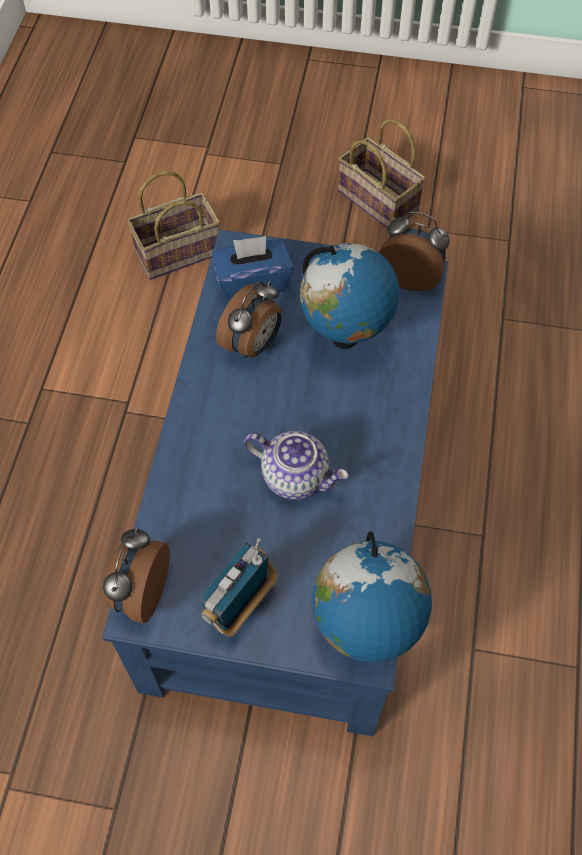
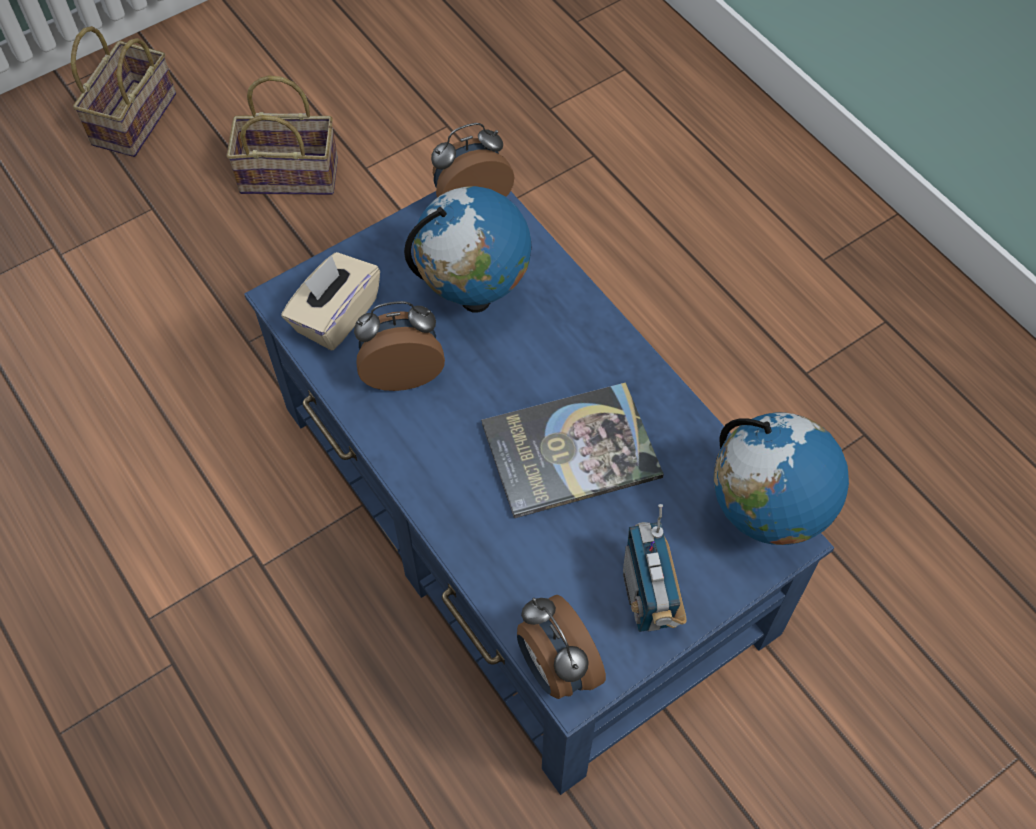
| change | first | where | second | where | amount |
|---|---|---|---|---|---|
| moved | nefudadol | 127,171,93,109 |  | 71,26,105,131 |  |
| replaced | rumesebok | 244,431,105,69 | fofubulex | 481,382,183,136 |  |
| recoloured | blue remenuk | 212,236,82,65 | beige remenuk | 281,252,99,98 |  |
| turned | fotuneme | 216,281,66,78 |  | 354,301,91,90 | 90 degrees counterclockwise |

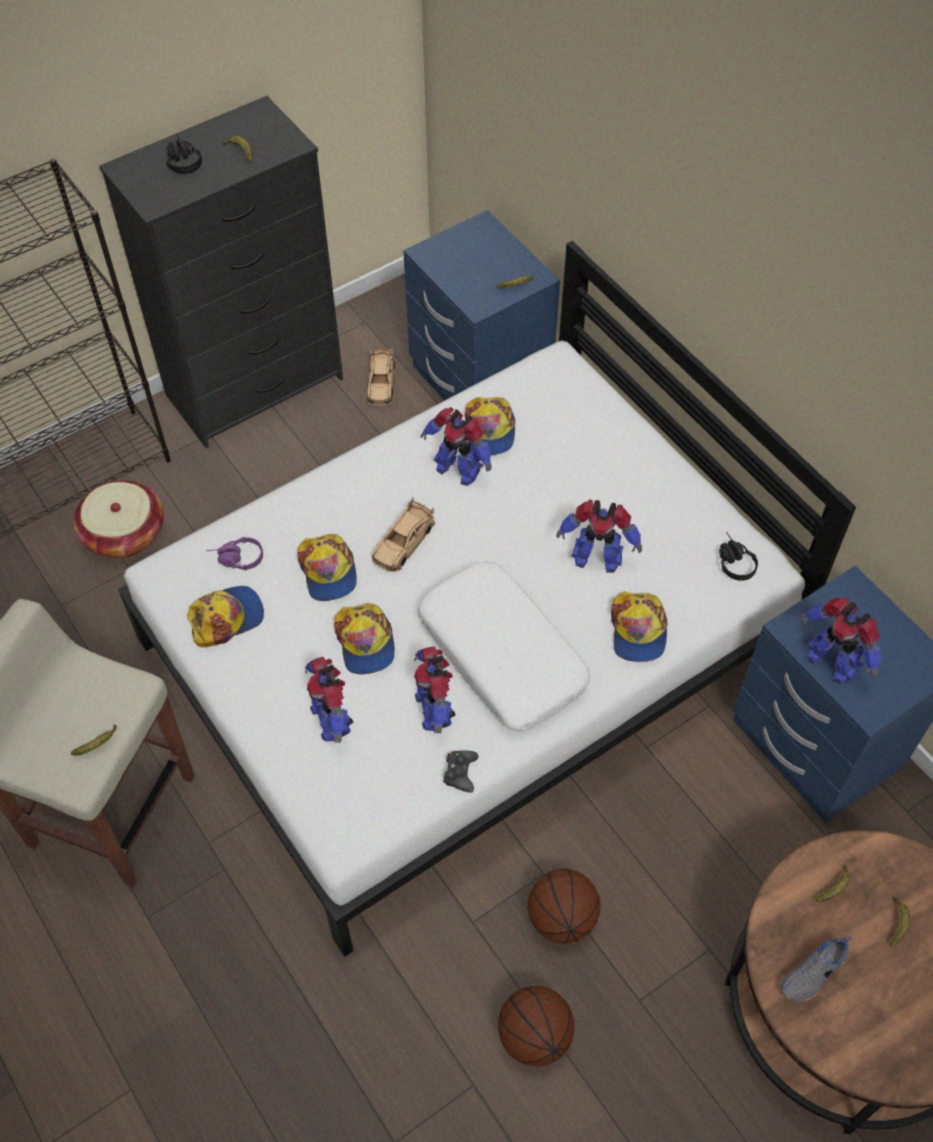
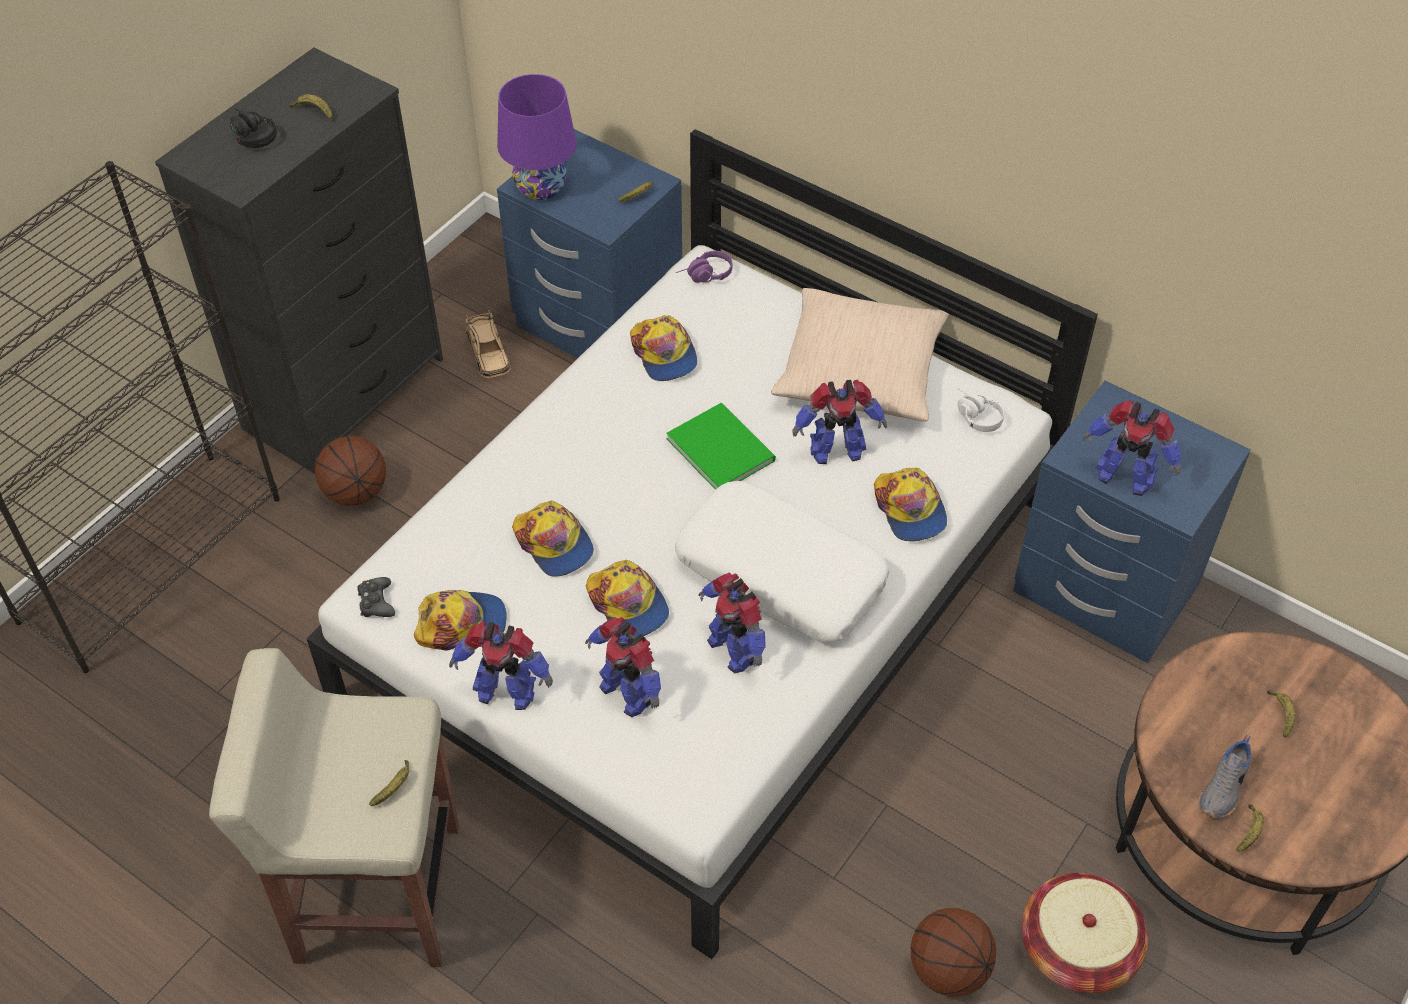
| change | first | where | second | where | amount |
|---|---|---|---|---|---|
| removed | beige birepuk | 372,498,64,74 |  |  |  |
| added |  |  | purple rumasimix | 497,74,80,126 |  |
| added |  |  | green fofubulex | 666,403,110,87 |  |
| added |  |  | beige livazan | 771,288,178,134 |  |
| moved | nefudadol | 73,480,91,78 |  | 1022,873,126,120 |  |
| moved | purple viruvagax | 206,537,57,33 |  | 676,251,57,32 |  |
| moved | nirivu | 420,407,72,79 |  | 449,621,104,89 |  |
| moved | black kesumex | 443,750,35,43 |  | 358,577,37,40 |  |
| moved | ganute | 528,869,73,75 |  | 315,436,71,70 |  |
| moved | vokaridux | 815,865,36,37 |  | 1237,804,27,48 |  |
| recoloured | black viruvagax | 719,532,39,49 | white viruvagax | 957,388,47,44 |  |
| turned | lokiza | 187,586,77,61 |  | 414,590,93,61 | 45 degrees clockwise |

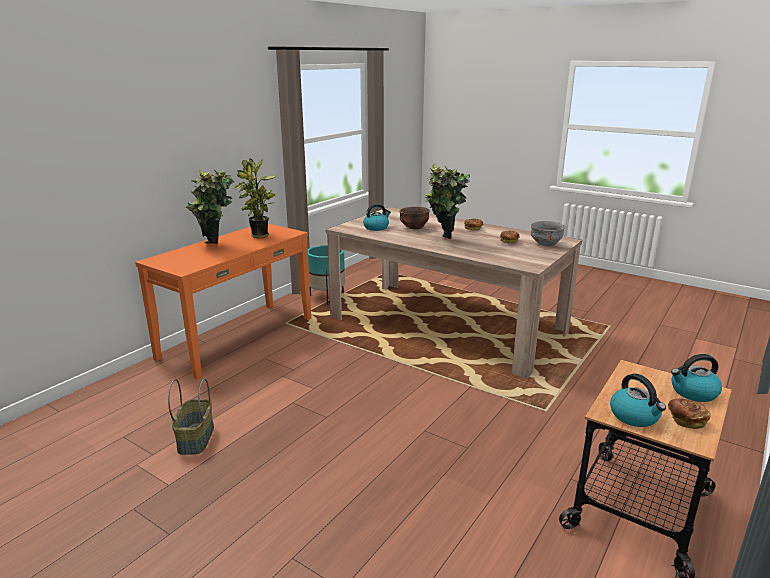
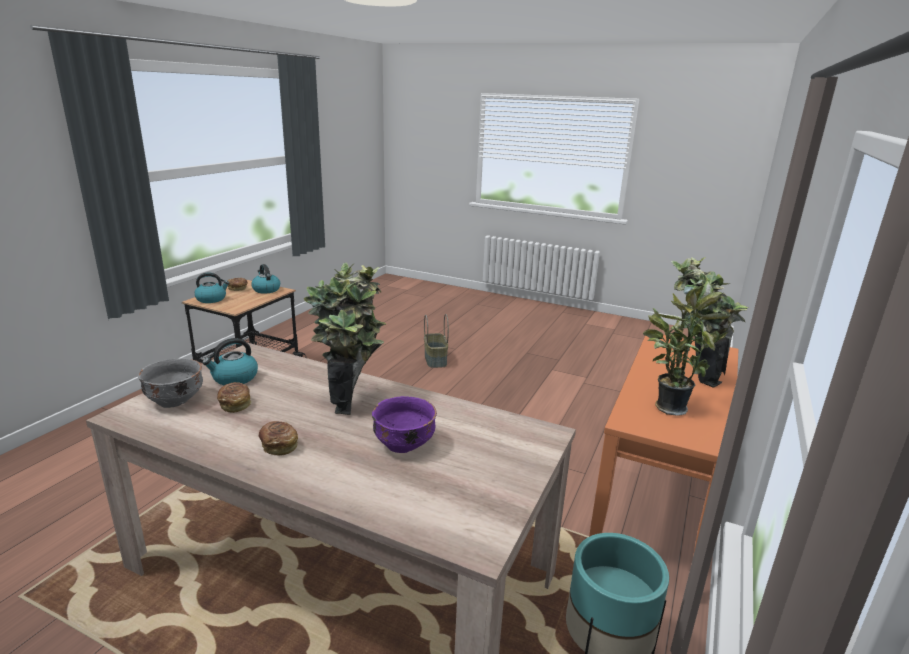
| change | first | where | second | where | amount |
|---|---|---|---|---|---|
| moved | nefudadol | 168,379,46,76 |  | 424,314,25,54 |  |
| moved | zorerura | 363,204,28,27 |  | 202,338,56,47 |  |
| recoloured | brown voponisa | 399,207,31,22 | purple voponisa | 372,396,65,57 |  |

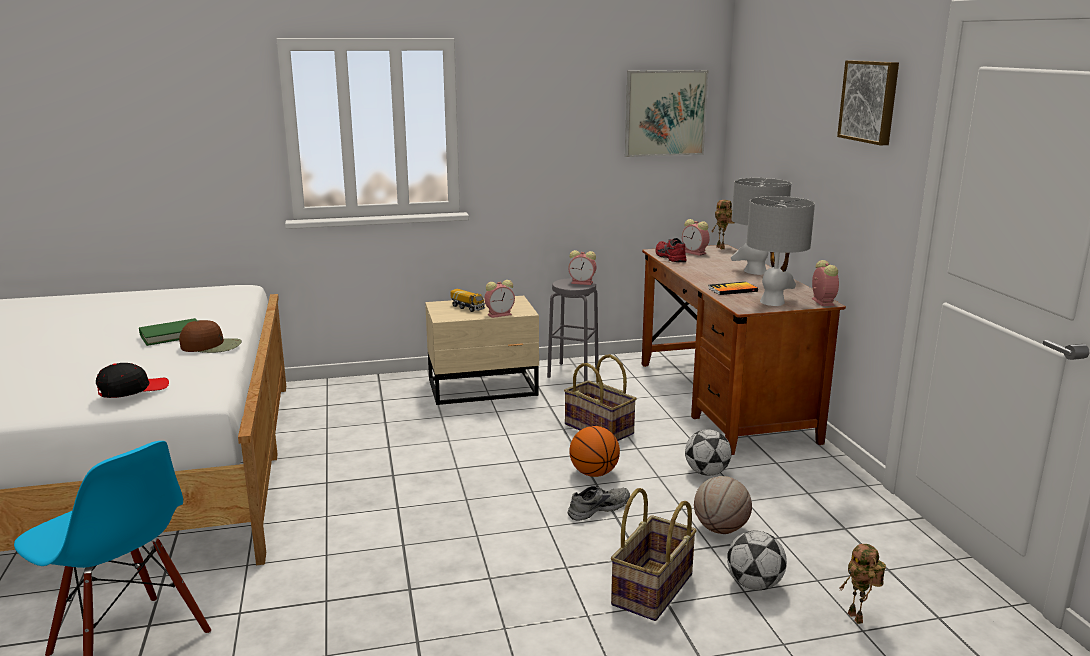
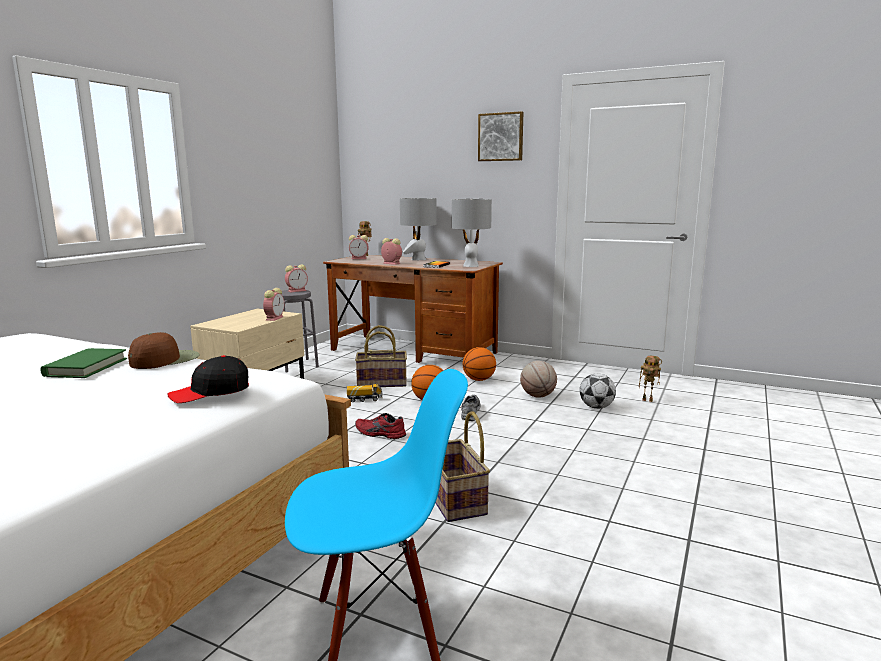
| change | first | where | second | where | amount |
|---|---|---|---|---|---|
| removed | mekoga | 625,70,84,87 |  |  |  |
| moved | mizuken | 450,289,35,23 |  | 347,384,36,18 |  |
| moved | nefudadol | 611,488,86,133 |  | 436,411,54,111 |  |
| moved | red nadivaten | 655,238,31,24 |  | 355,413,51,26 |  |
| moved | fotuneme | 812,260,27,46 |  | 381,238,21,27 |  |
| replaced | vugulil | 685,429,47,47 | ganute | 463,347,33,34 |  |
| turned | black lokiza | 96,363,73,35 |  | 168,355,81,48 | 120 degrees counterclockwise |

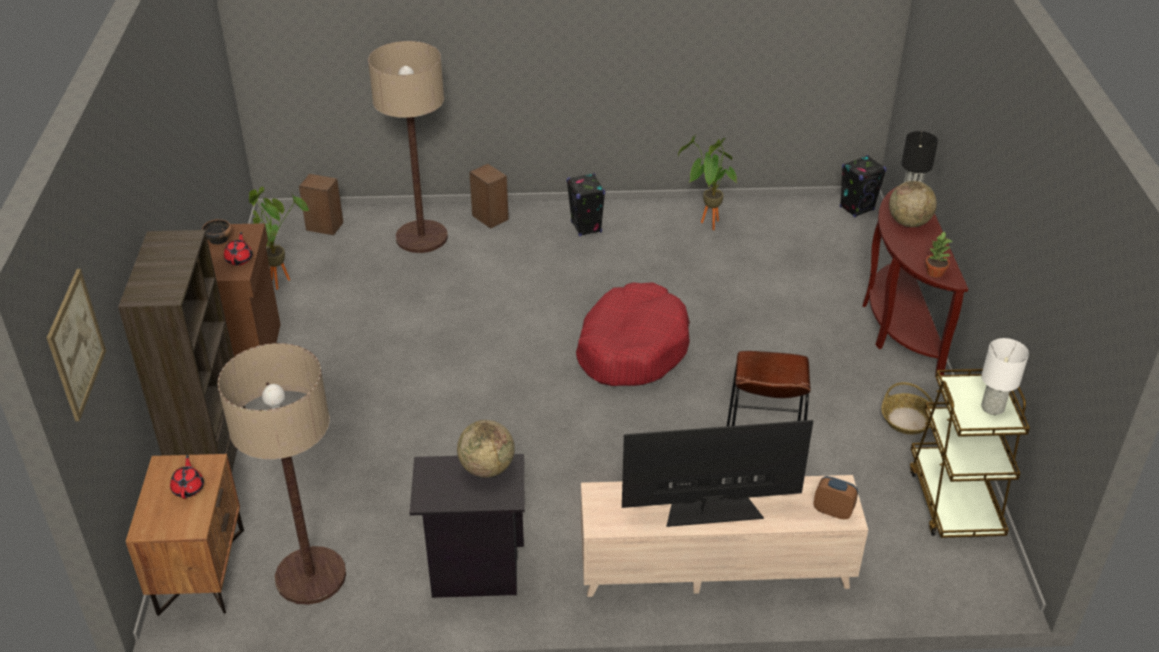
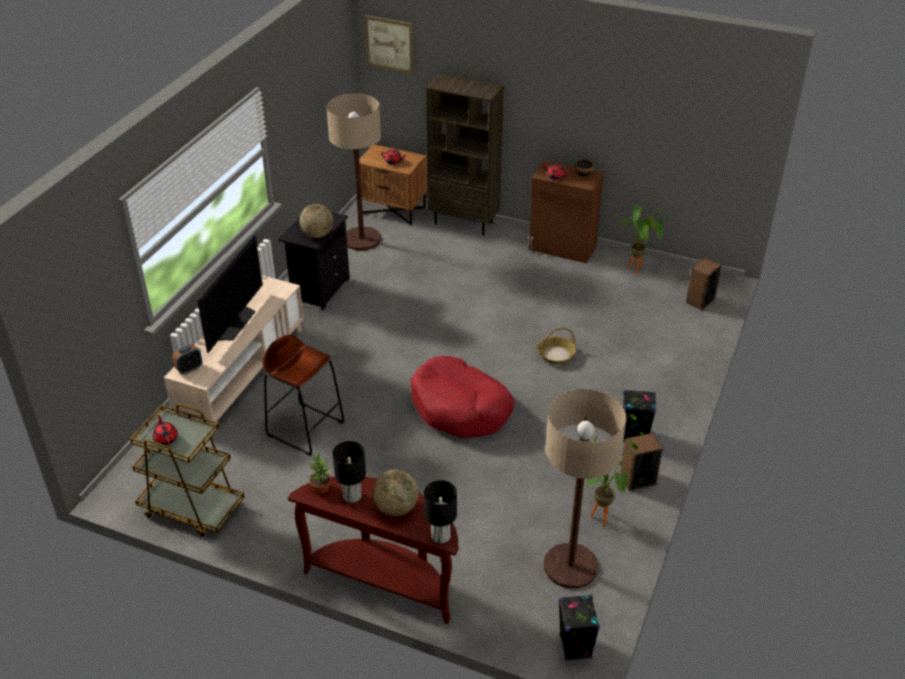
| change | first | where | second | where | amount |
|---|---|---|---|---|---|
| added |  |  | black rumasimix | 332,441,34,62 |  |
| moved | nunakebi | 368,41,80,212 |  | 544,389,83,200 |  |
| moved | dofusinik | 469,164,40,65 |  | 620,433,43,58 |  |
| moved | nefudadol | 881,382,52,52 |  | 537,328,40,36 |  |
| replaced | white rumasimix | 981,338,48,77 | red rumesebok | 153,415,25,30 |  |

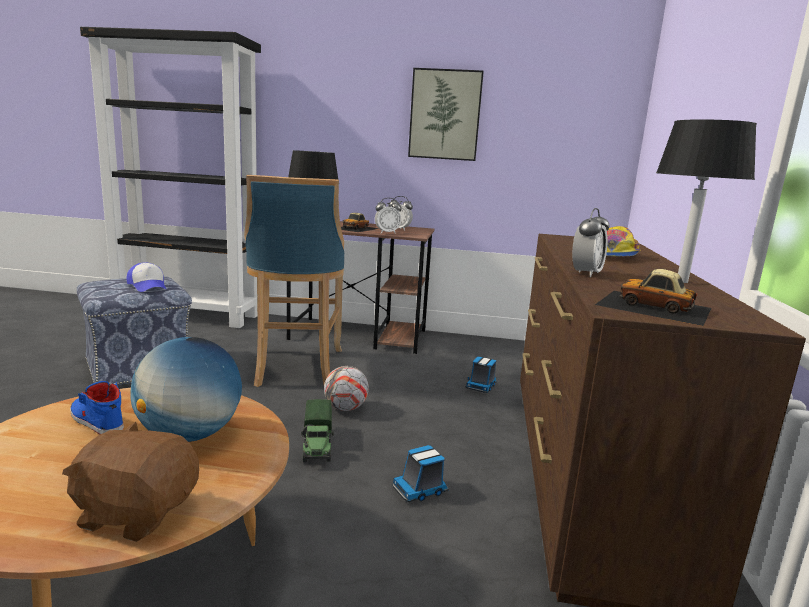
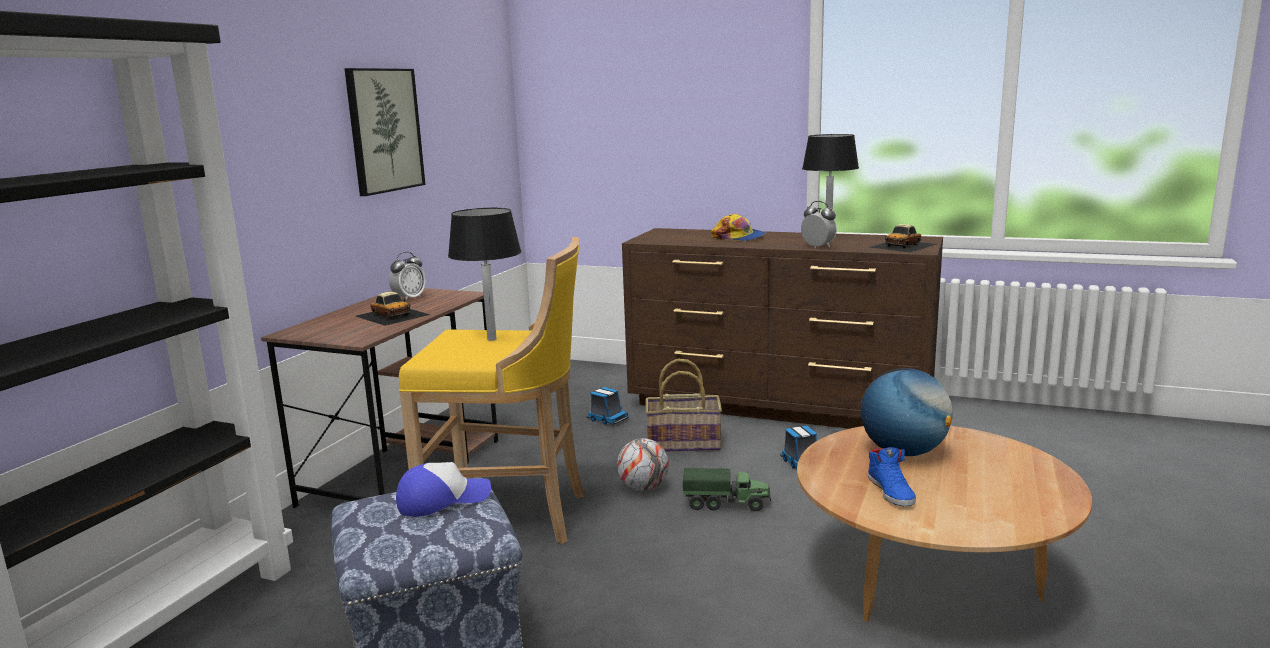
| change | first | where | second | where | amount |
|---|---|---|---|---|---|
| removed | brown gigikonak | 62,421,137,121 |  |  |  |
| removed | fotuneme | 375,198,27,36 |  |  |  |
| added |  |  | nefudadol | 645,359,77,93 |  |
| recoloured | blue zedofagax | 244,175,100,212 | yellow zedofagax | 399,237,186,307 |  |
| turned | blue nadivaten | 70,381,54,53 |  | 868,447,48,59 | 60 degrees counterclockwise |

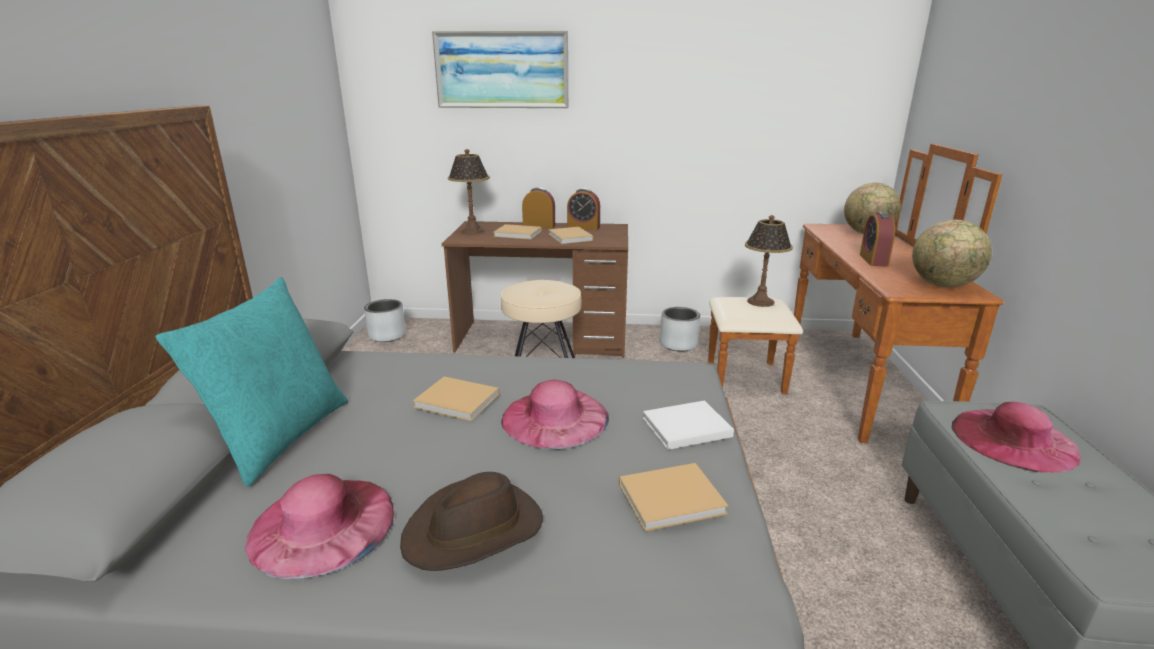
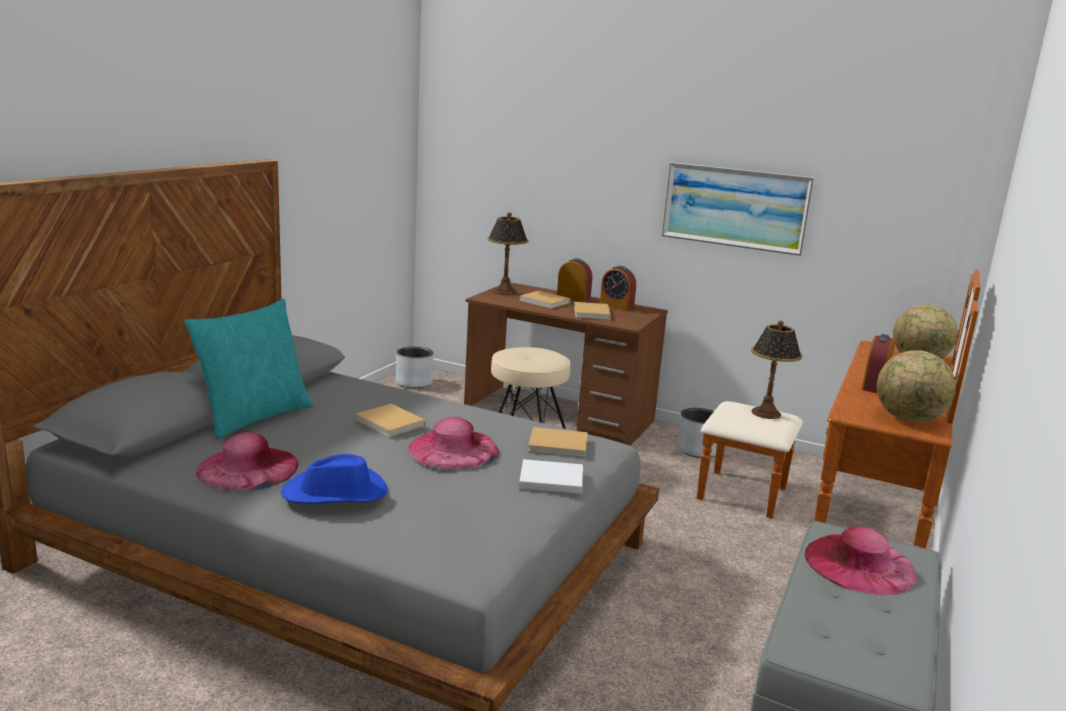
| change | first | where | second | where | amount |
|---|---|---|---|---|---|
| moved | mekoga | 432,31,136,77 |  | 662,162,153,94 |  |
| moved | beige fofubulex | 619,463,109,68 |  | 528,427,60,30 |  |
| recoloured | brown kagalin | 400,472,143,99 | blue kagalin | 281,454,107,50 |  |

